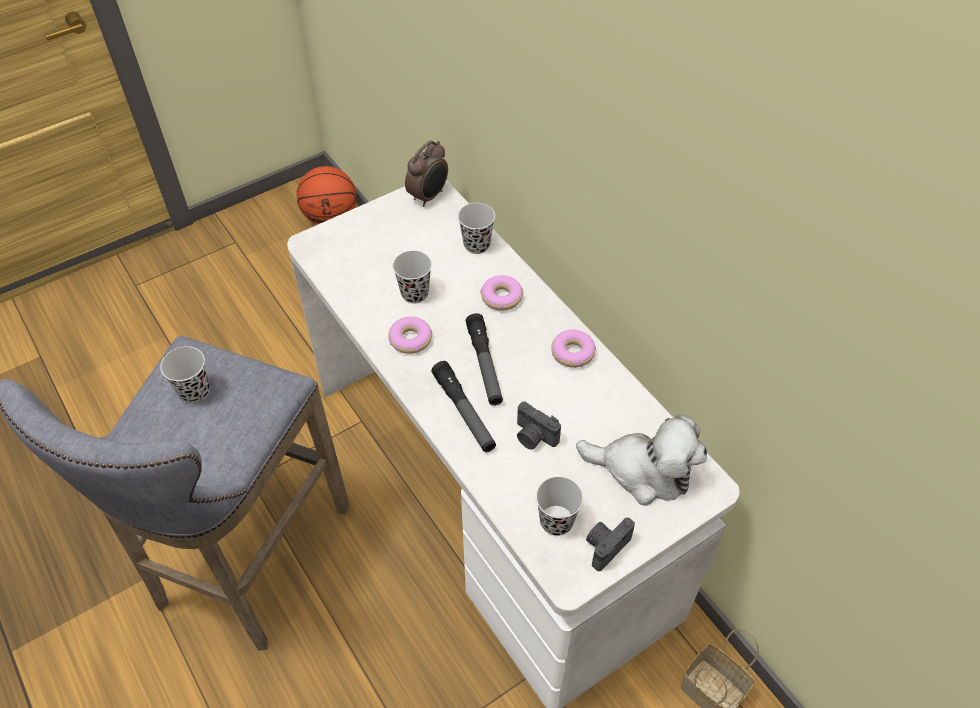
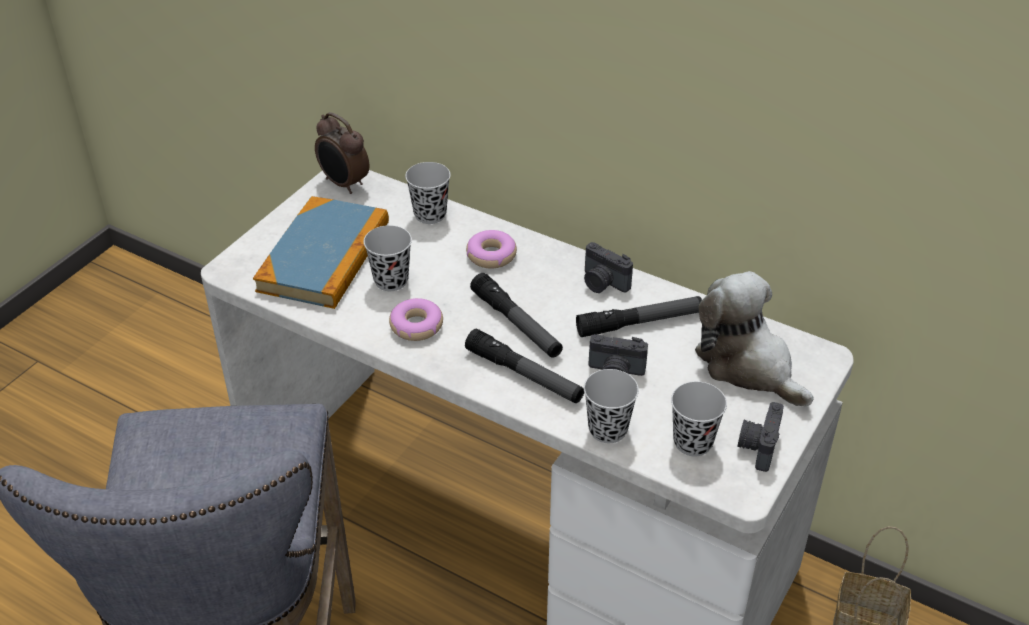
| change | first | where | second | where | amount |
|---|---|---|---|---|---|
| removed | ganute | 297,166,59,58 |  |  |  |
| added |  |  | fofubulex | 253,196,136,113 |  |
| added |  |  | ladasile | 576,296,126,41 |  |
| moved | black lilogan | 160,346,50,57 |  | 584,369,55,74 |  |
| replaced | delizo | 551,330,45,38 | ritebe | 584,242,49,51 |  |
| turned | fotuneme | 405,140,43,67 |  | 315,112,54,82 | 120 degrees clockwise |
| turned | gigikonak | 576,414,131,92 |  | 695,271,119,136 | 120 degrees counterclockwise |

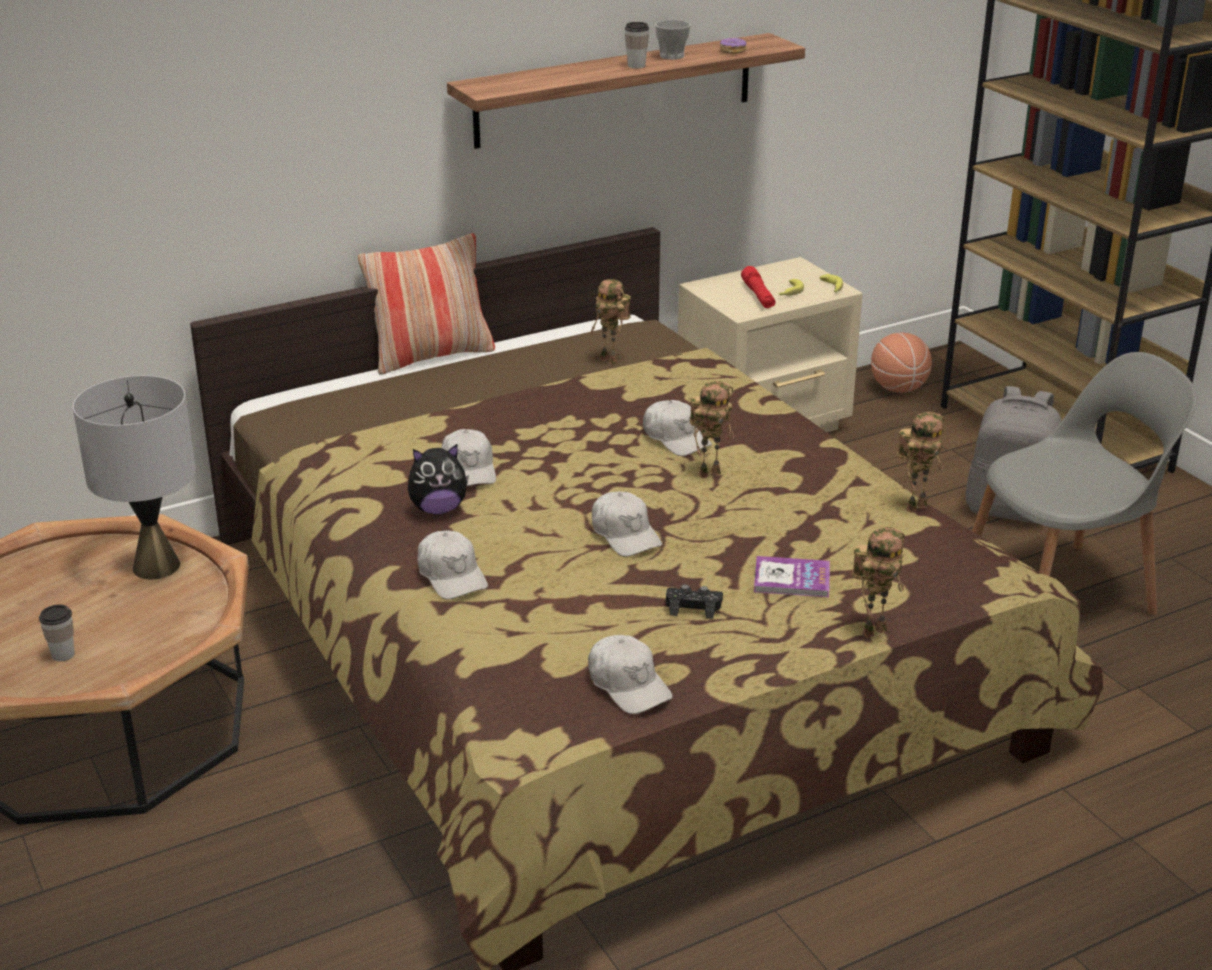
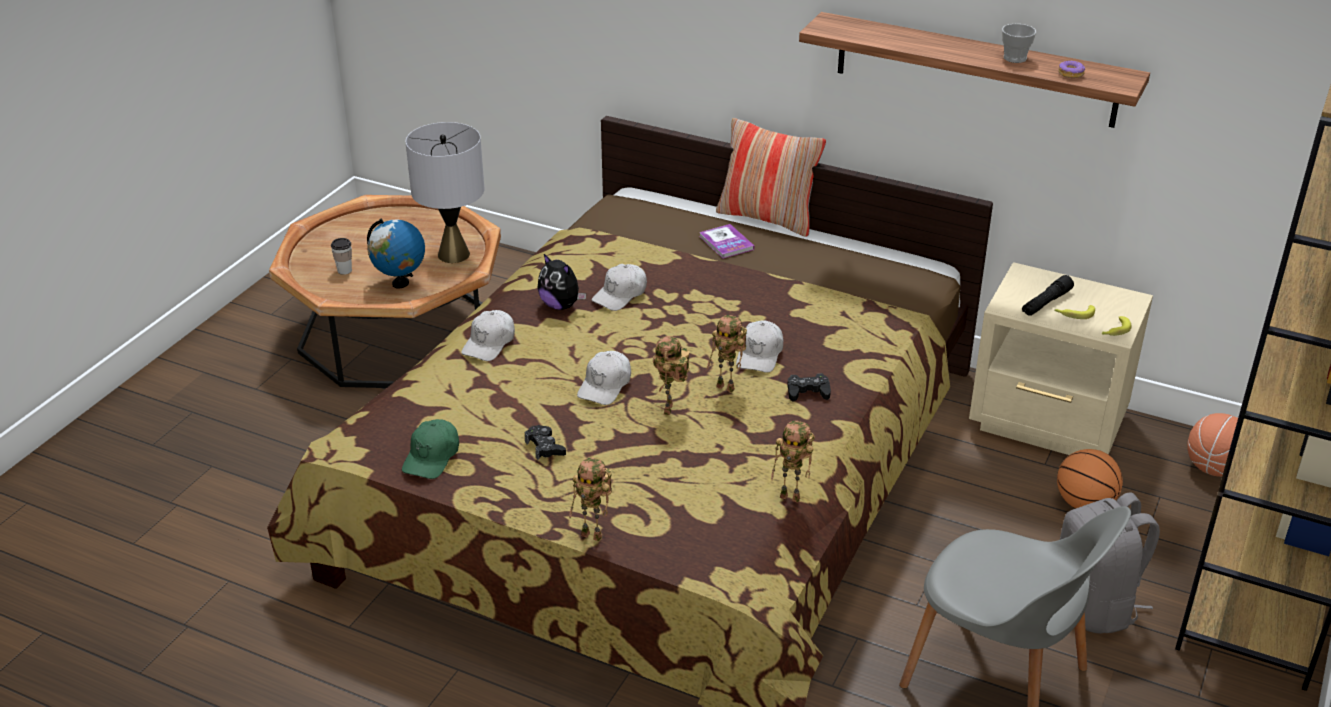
| change | first | where | second | where | amount |
|---|---|---|---|---|---|
| removed | lilogan | 625,22,24,47 |  |  |  |
| added |  |  | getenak | 367,219,58,70 |  |
| added |  |  | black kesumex | 787,373,44,28 |  |
| added |  |  | ganute | 1057,449,66,60 |  |
| moved | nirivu | 589,279,42,86 |  | 653,336,37,79 |  |
| moved | fofubulex | 754,556,76,41 |  | 699,224,55,35 |  |
| recoloured | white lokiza | 588,635,85,79 | green lokiza | 402,419,57,60 |  |
| recoloured | red ladasile | 741,266,34,42 | black ladasile | 1022,275,52,41 |  |

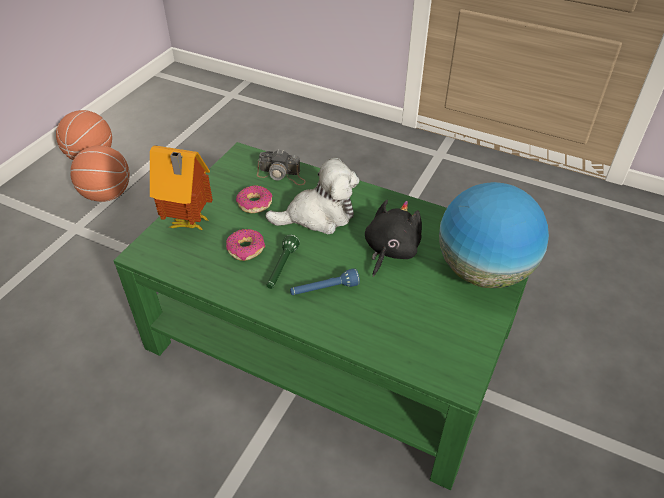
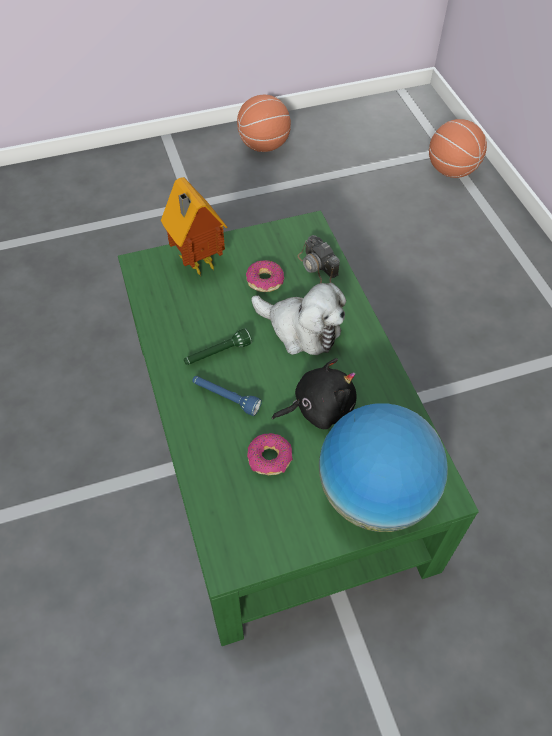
| change | first | where | second | where | amount |
|---|---|---|---|---|---|
| moved | ganute | 70,145,60,57 |  | 429,119,58,59 |  |
| moved | delizo | 226,229,39,32 |  | 247,433,46,42 |  |

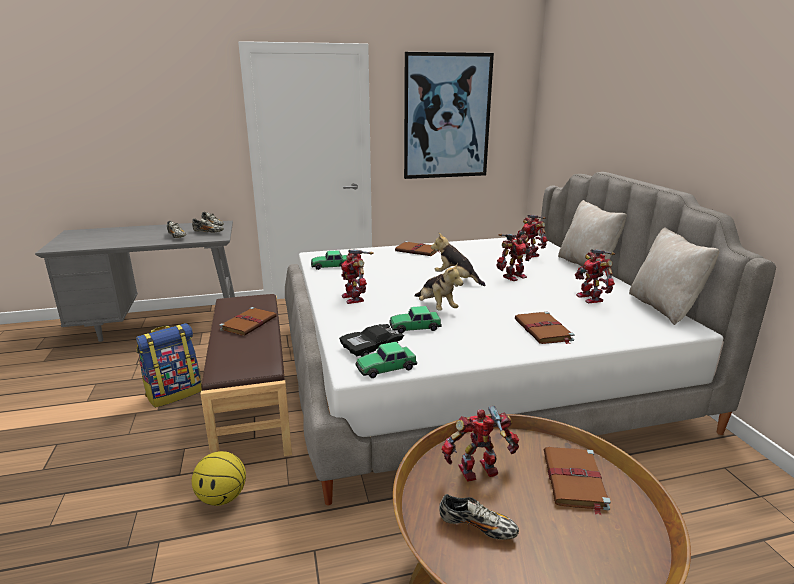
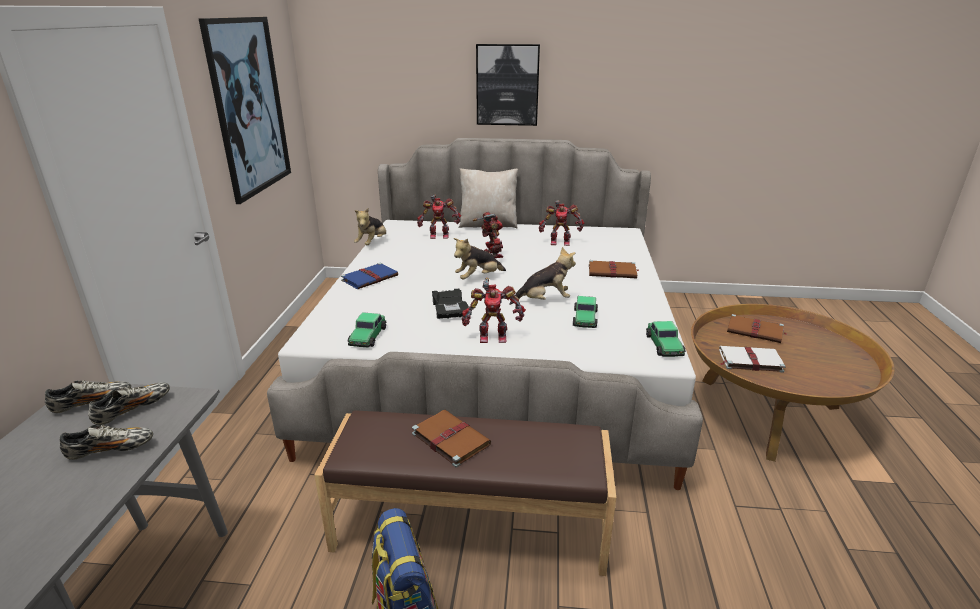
| change | first | where | second | where | amount |
|---|---|---|---|---|---|
| removed | ganute | 192,451,54,55 |  |  |  |
| removed | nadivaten | 439,494,80,46 |  |  |  |
| removed | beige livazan | 629,227,90,98 |  |  |  |
| added |  |  | gigikonak | 354,208,32,37 |  |
| added |  |  | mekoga | 476,44,64,82 |  |
| moved | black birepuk | 339,324,65,33 |  | 432,289,37,30 |  |
| replaced | nirivu | 442,406,77,76 | white fofubulex | 719,346,67,27 |  |
| recoloured | brown fofubulex | 395,241,46,15 | blue fofubulex | 341,263,57,26 |  |

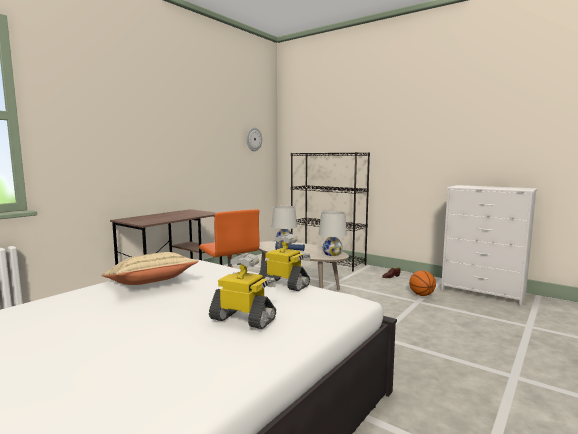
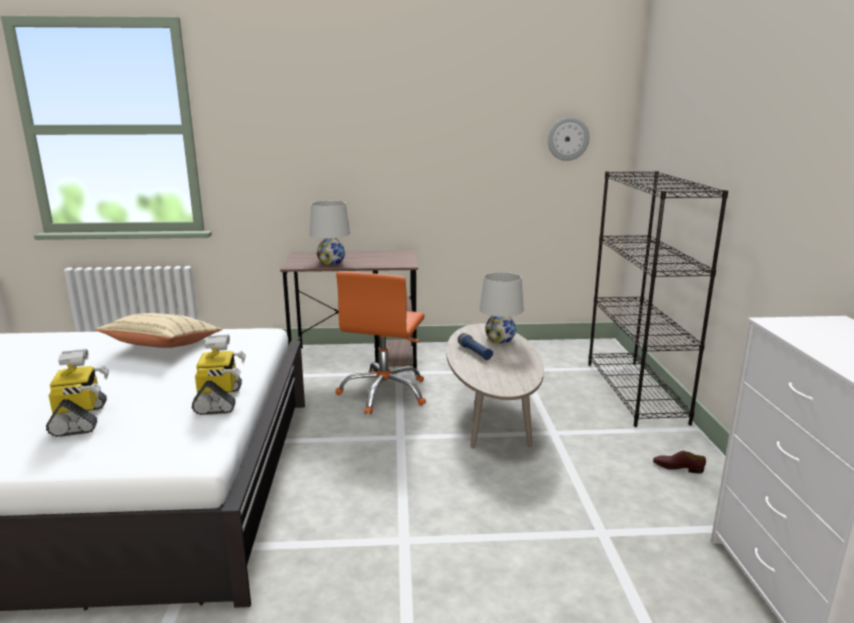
| change | first | where | second | where | amount |
|---|---|---|---|---|---|
| removed | ganute | 409,270,27,26 |  |  |  |
| moved | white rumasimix | 319,211,28,45 |  | 310,201,40,64 |  |

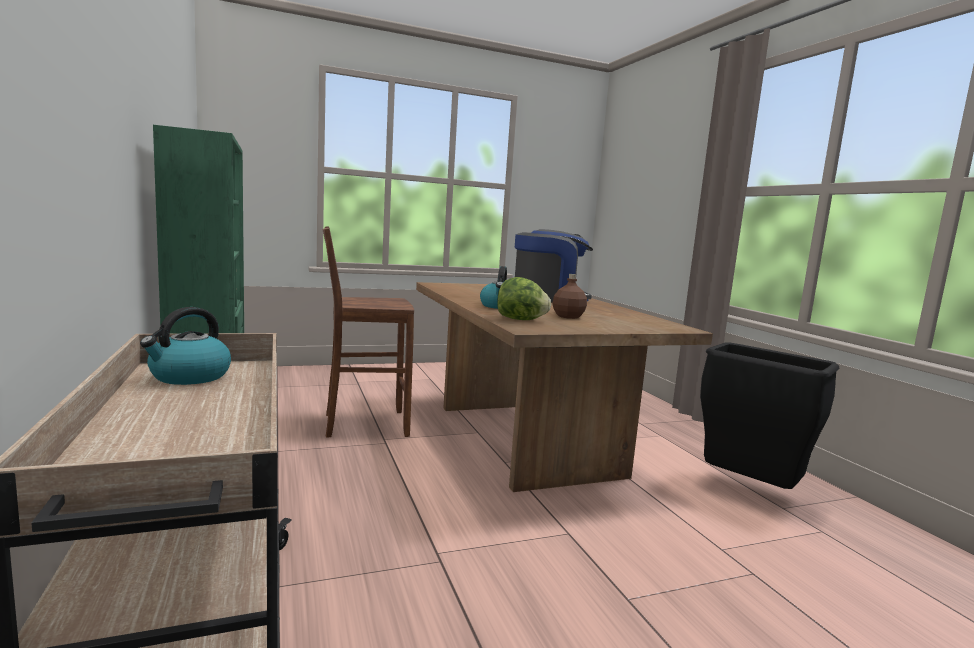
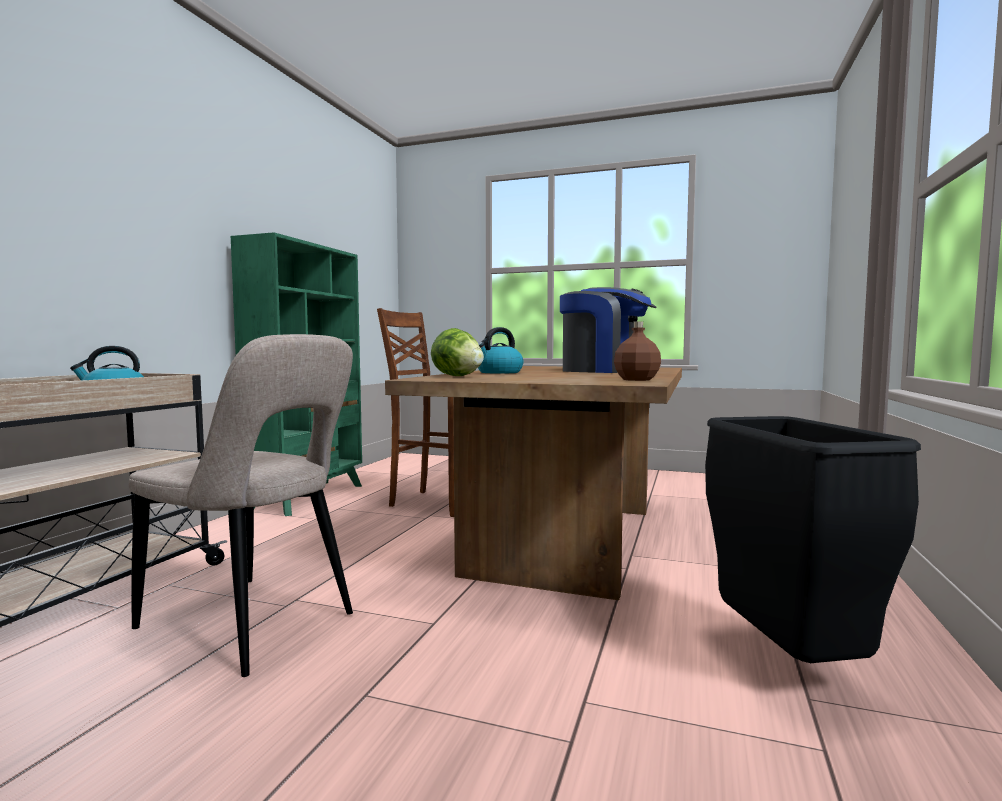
| change | first | where | second | where | amount |
|---|---|---|---|---|---|
| added |  |  | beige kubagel | 129,334,224,343 |  |
| moved | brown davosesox | 553,274,34,45 |  | 614,321,47,60 |  |

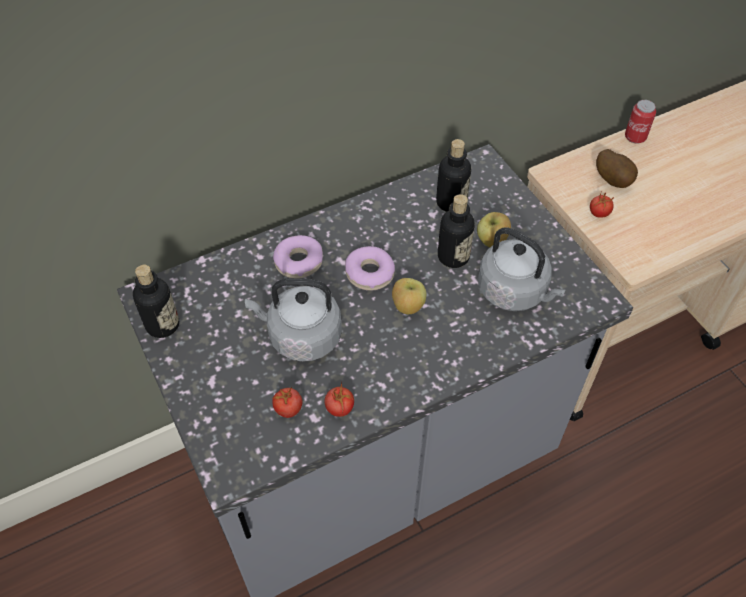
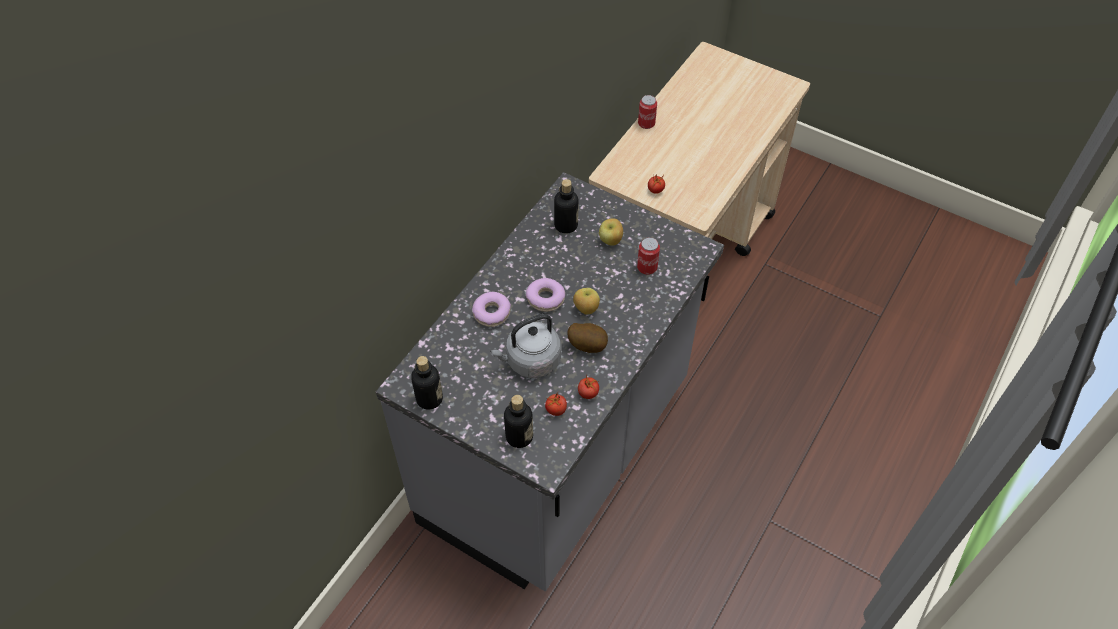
| change | first | where | second | where | amount |
|---|---|---|---|---|---|
| moved | davosesox | 438,194,37,74 |  | 504,395,29,53 |  |
| moved | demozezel | 596,149,42,39 |  | 567,323,41,30 |  |
| replaced | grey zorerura | 478,227,87,84 | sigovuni | 637,237,23,38 |  |

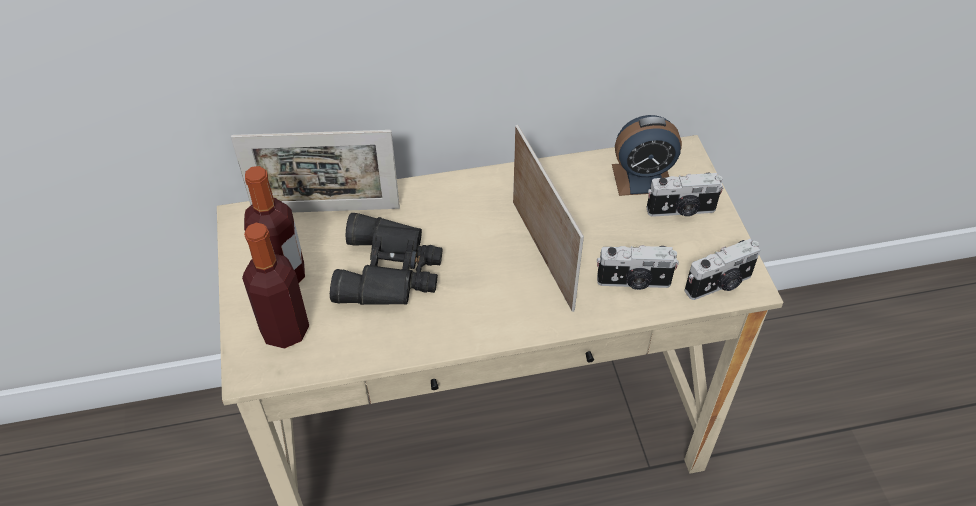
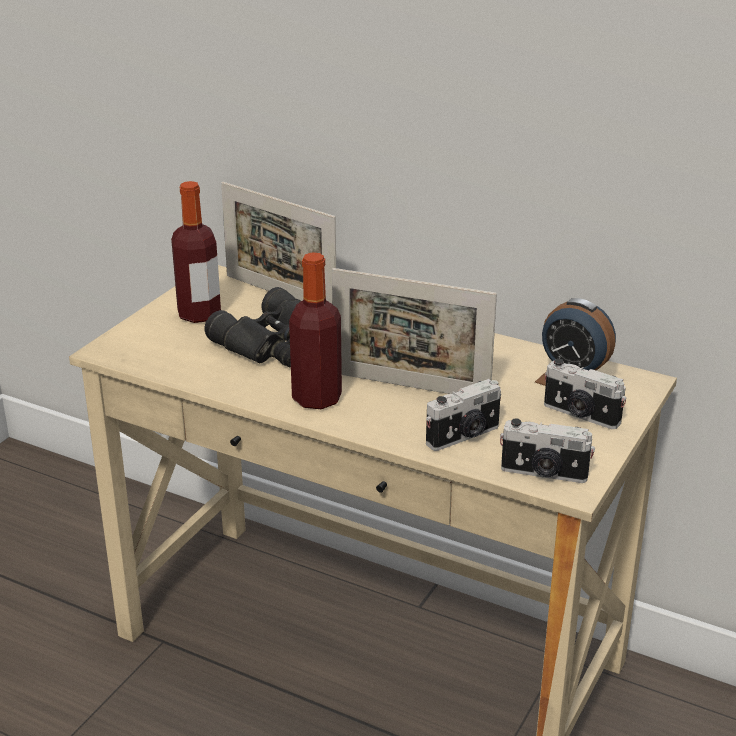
| change | first | where | second | where | amount |
|---|---|---|---|---|---|
| moved | davosesox | 242,223,67,126 |  | 289,252,53,157 |  |
| turned | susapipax | 513,125,71,187 |  | 332,268,165,126 | 90 degrees clockwise |
| turned | ritebe | 597,245,82,45 |  | 426,379,75,72 | 75 degrees counterclockwise |

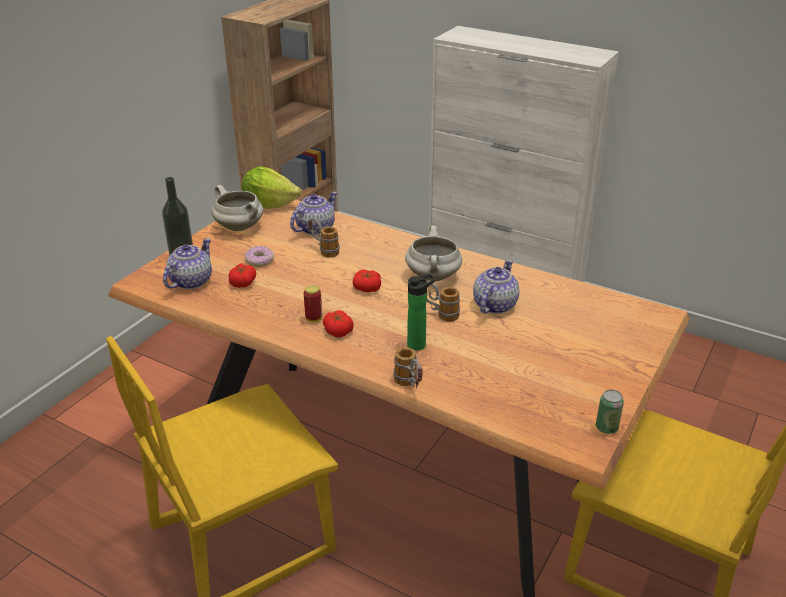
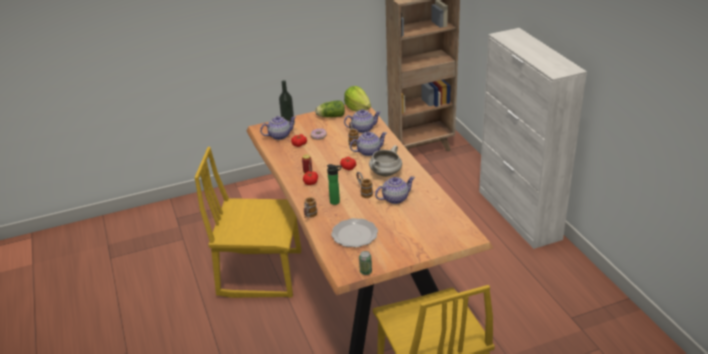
| change | first | where | second | where | amount |
|---|---|---|---|---|---|
| added |  |  | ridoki | 331,218,47,30 |  |
| added |  |  | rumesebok | 350,131,37,25 |  |
| replaced | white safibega | 211,185,53,46 | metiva | 315,100,30,17 |  |

